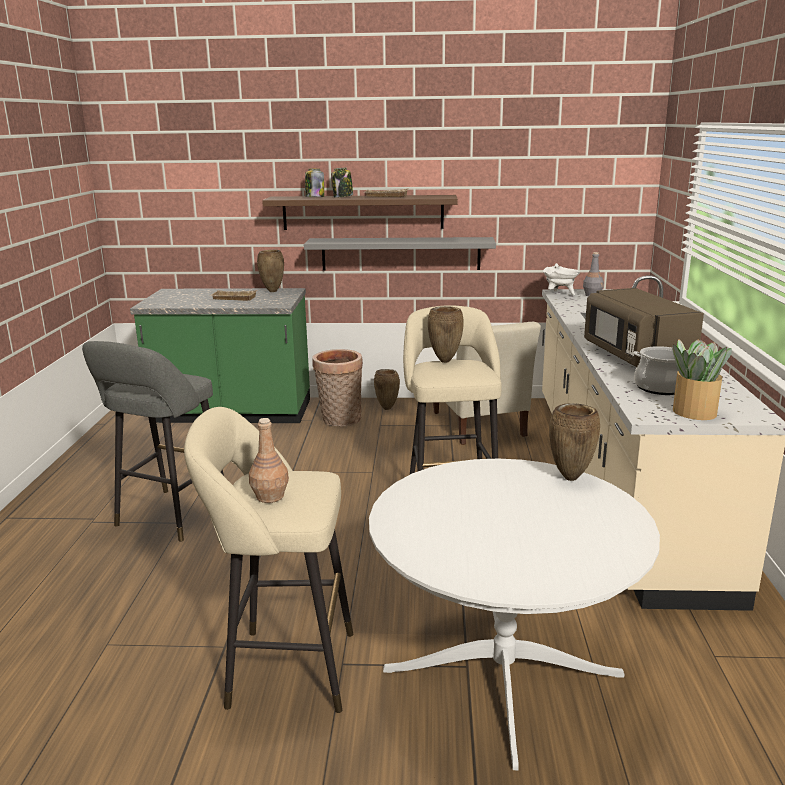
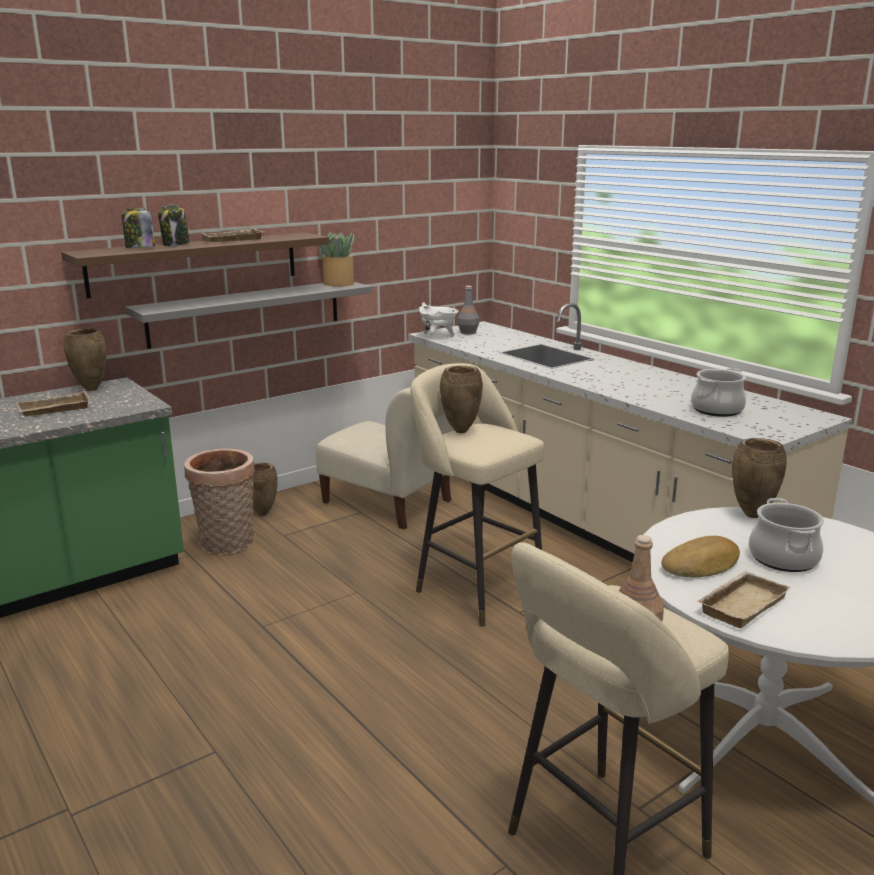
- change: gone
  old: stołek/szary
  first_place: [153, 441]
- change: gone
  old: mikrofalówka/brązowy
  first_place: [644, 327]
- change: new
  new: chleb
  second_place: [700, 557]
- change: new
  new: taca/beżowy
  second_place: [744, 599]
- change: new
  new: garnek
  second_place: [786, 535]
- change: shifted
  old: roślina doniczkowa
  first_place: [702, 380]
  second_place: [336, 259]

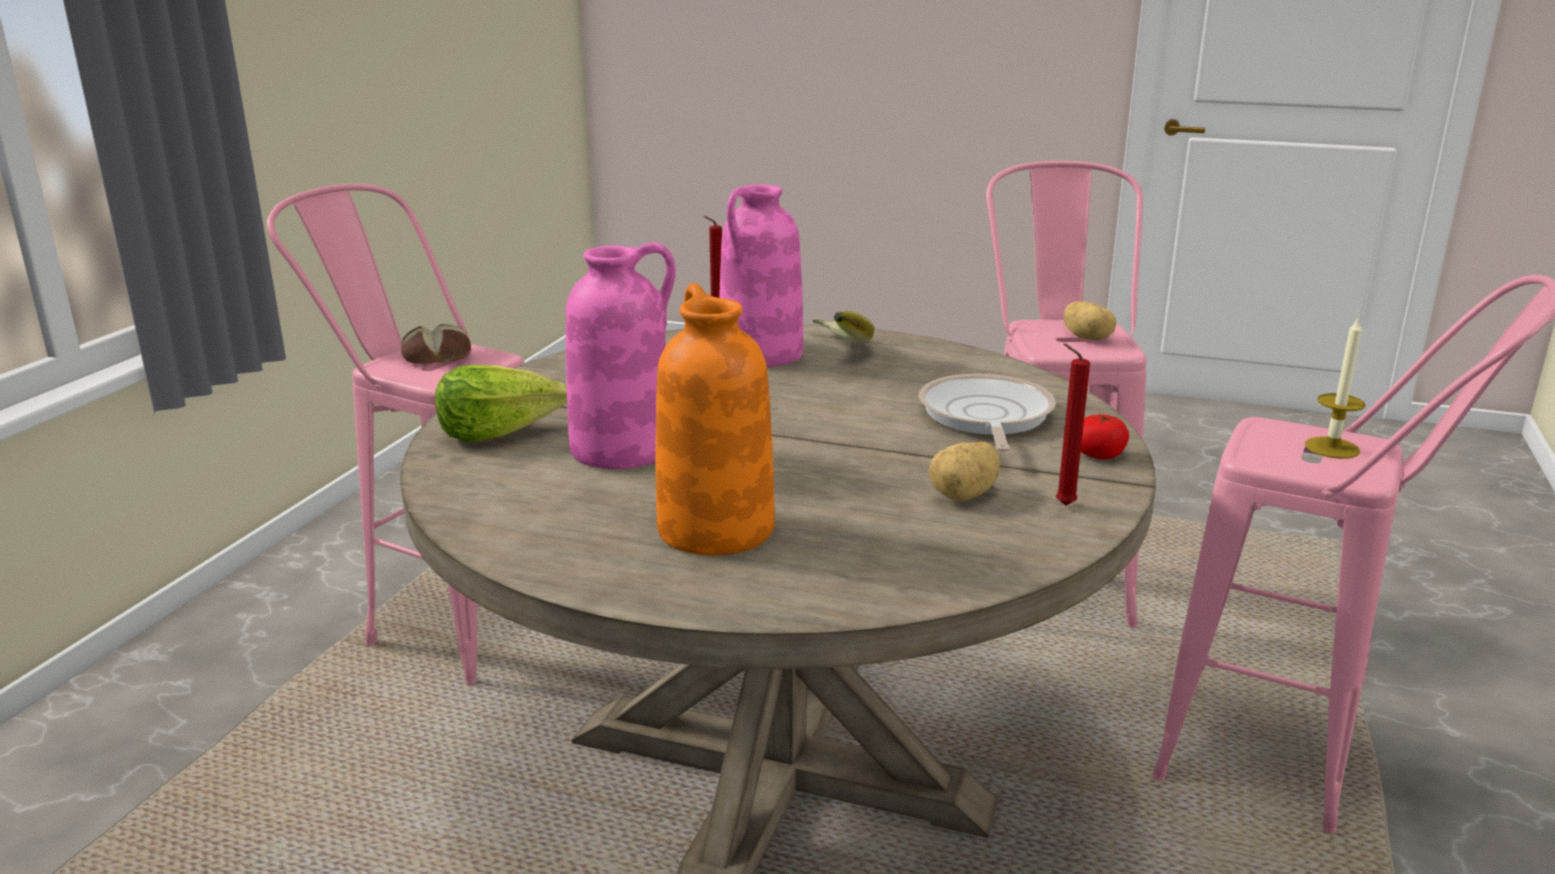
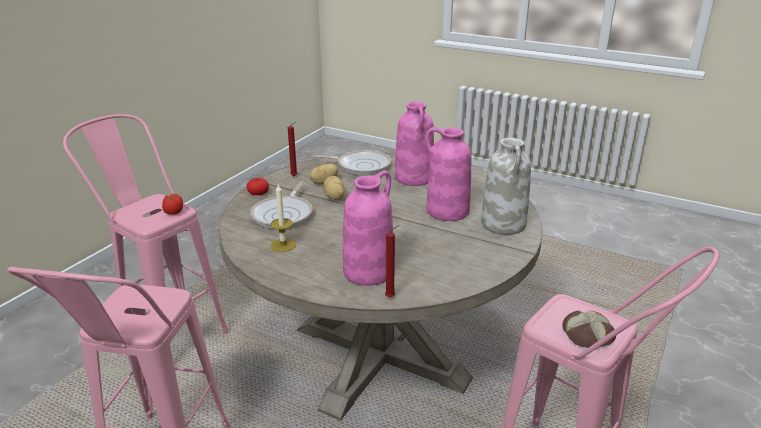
- change: gone
  old: banan
  first_place: [843, 327]
- change: new
  new: pomidor
  second_place: [172, 204]
- change: new
  new: patelnia
  second_place: [351, 162]
- change: shifted
  old: ziemniak
  first_place: [1090, 320]
  second_place: [334, 188]
- change: shifted
  old: świeca
  first_place: [1335, 387]
  second_place: [283, 218]
- change: swapped
  old: sałata
  new: wazon/biały
  first_place: [501, 403]
  second_place: [506, 186]
- change: repainted
  old: wazon/pomarańczowy
  new: wazon/różowy
  first_place: [715, 419]
  second_place: [414, 143]

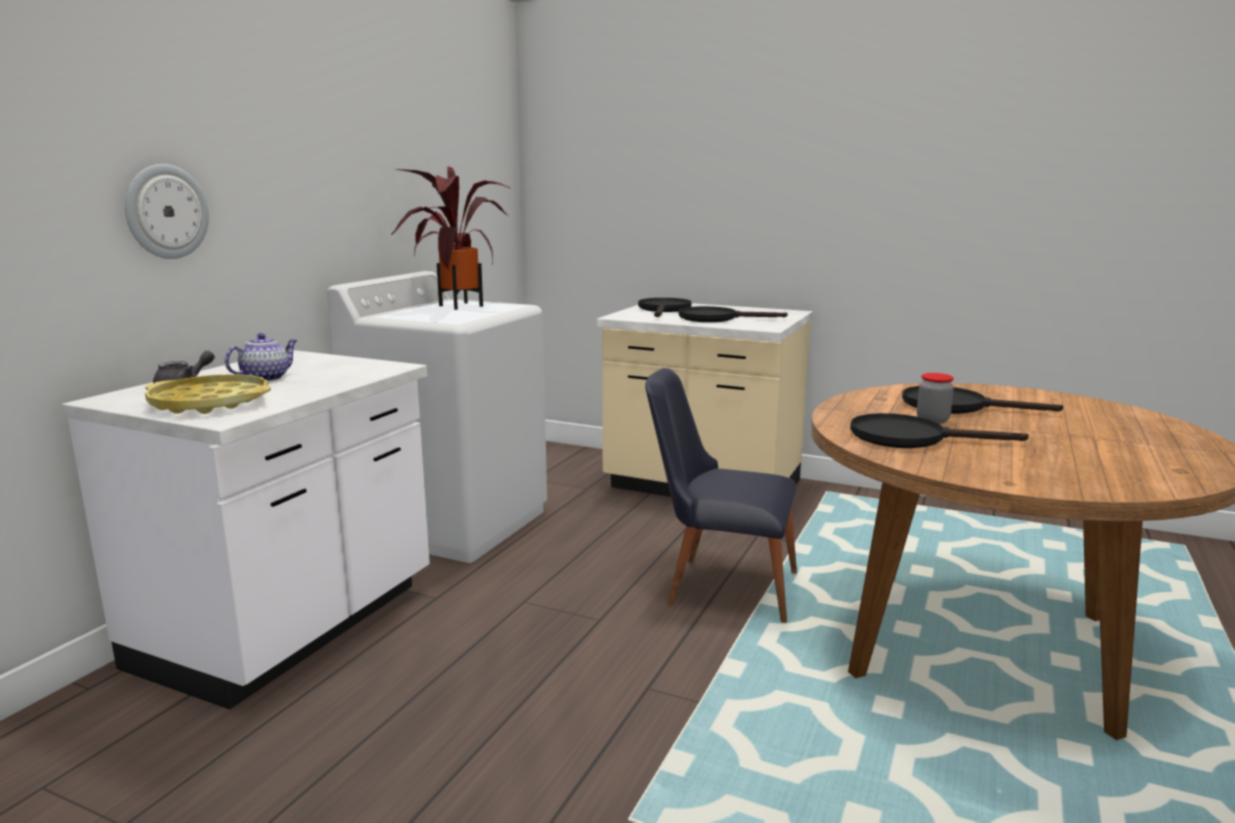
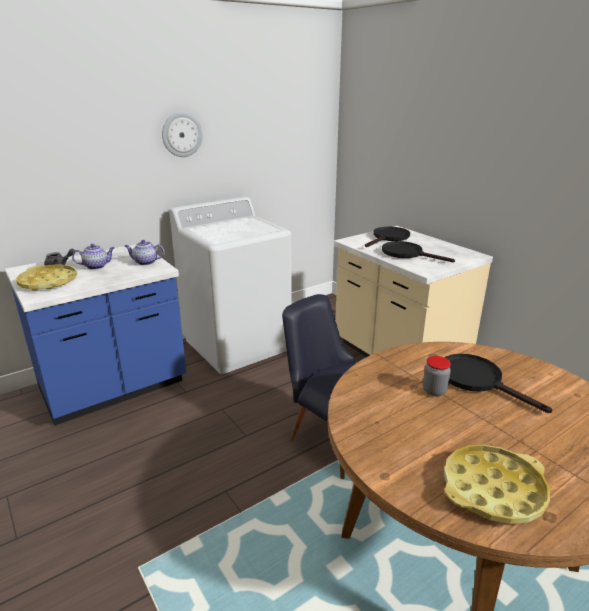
- change: gone
  old: roślina doniczkowa
  first_place: [450, 238]
- change: gone
  old: patelnia/czarny
  first_place: [939, 430]
- change: new
  new: imbryk
  second_place: [145, 252]
- change: new
  new: taca/żółty
  second_place: [497, 484]
- change: shifted
  old: zegar ścienny
  first_place: [167, 211]
  second_place: [182, 134]
- change: repainted
  old: zabudowa kuchenna/biały
  new: zabudowa kuchenna/niebieski
  first_place: [246, 530]
  second_place: [96, 335]

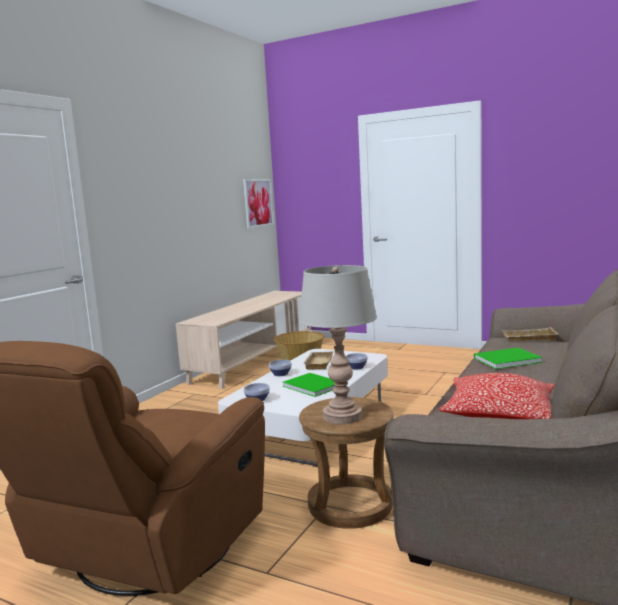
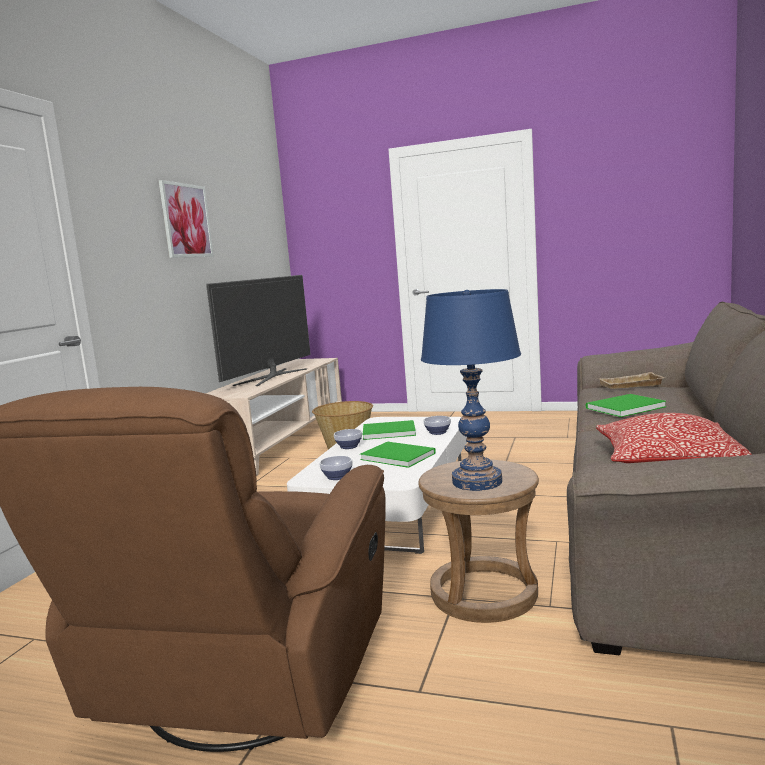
- change: new
  new: telewizor
  second_place: [258, 330]
- change: shifted
  old: obraz
  first_place: [258, 203]
  second_place: [186, 219]
- change: swapped
  old: taca/beżowy
  new: książka/zielony
  first_place: [318, 360]
  second_place: [389, 430]
- change: repainted
  old: lampa stołowa/szary
  new: lampa stołowa/niebieski
  first_place: [338, 344]
  second_place: [471, 390]

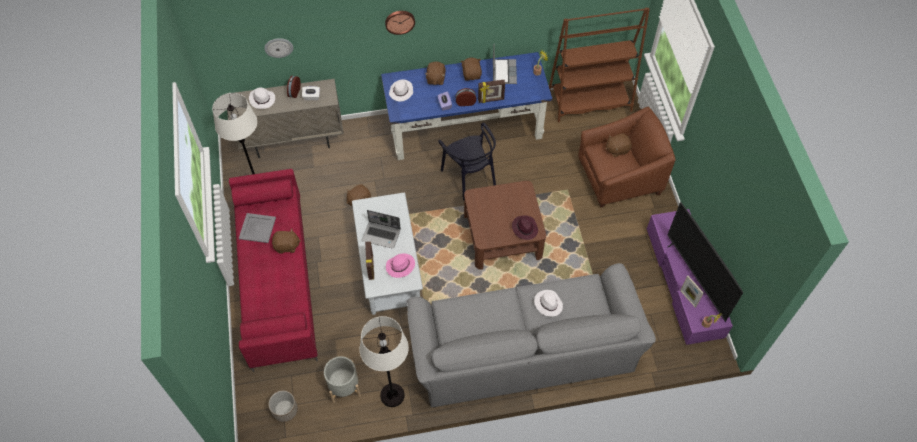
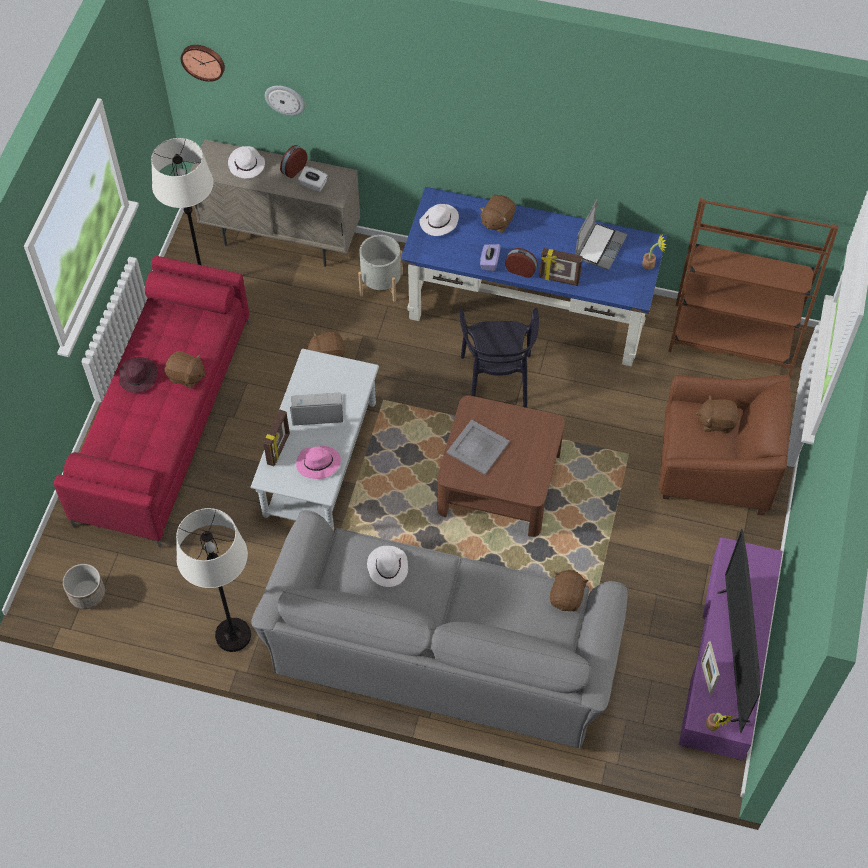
- change: shifted
  old: taca/szary
  first_place: [257, 228]
  second_place: [478, 447]
- change: shifted
  old: donica/szary
  first_place: [342, 379]
  second_place: [380, 268]
- change: shifted
  old: zegar ścienny
  first_place: [400, 23]
  second_place: [203, 63]
- change: shifted
  old: pluszak/brązowy
  first_place: [471, 69]
  second_place: [569, 590]
- change: shifted
  old: kapelusz/fioletowy
  first_place: [525, 227]
  second_place: [138, 375]
- change: shifted
  old: kapelusz/biały
  first_place: [548, 303]
  second_place: [387, 566]
- change: rotated
  old: laptop
  first_place: [381, 229]
  second_place: [316, 409]
  degrees: 135

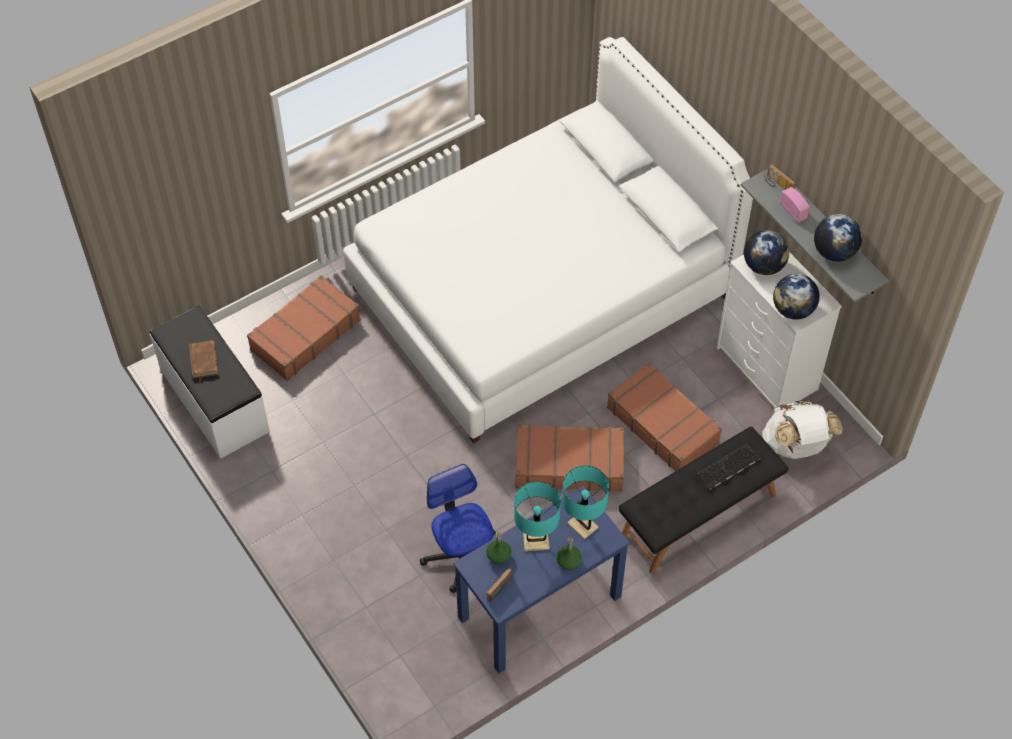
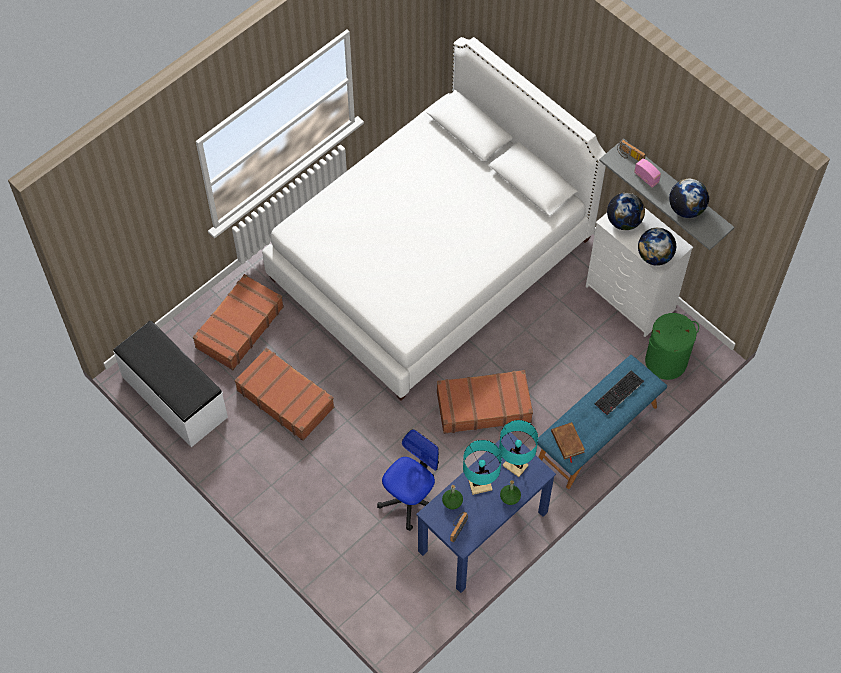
- change: shifted
  old: książka/brązowy
  first_place: [203, 361]
  second_place: [568, 442]
- change: shifted
  old: walizka/brązowy
  first_place: [664, 417]
  second_place: [284, 394]
- change: swapped
  old: plecak/biały
  new: kosz na pranie/zielony
  first_place: [802, 430]
  second_place: [672, 346]
- change: repainted
  old: ławka/czarny
  new: ławka/niebieski
  first_place: [703, 500]
  second_place: [602, 422]
- change: rotated
  old: krzesło biurowe
  first_place: [458, 528]
  second_place: [408, 480]
  degrees: 75

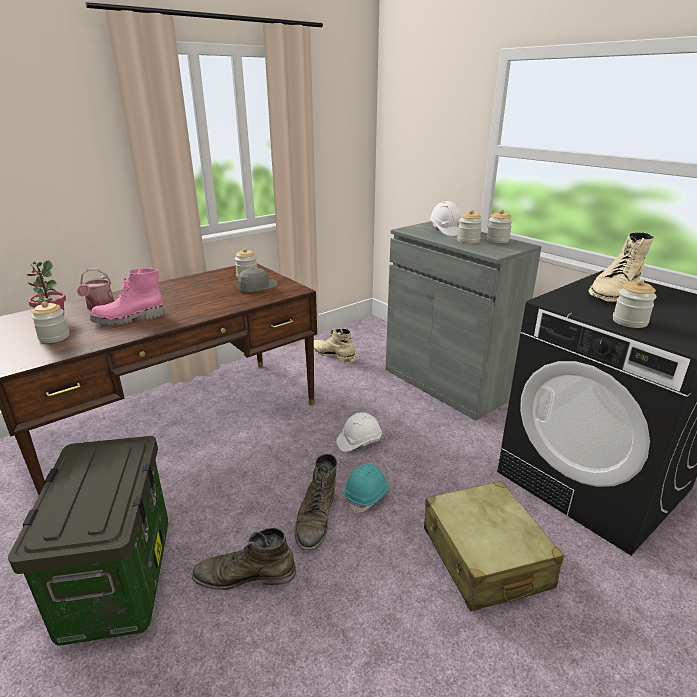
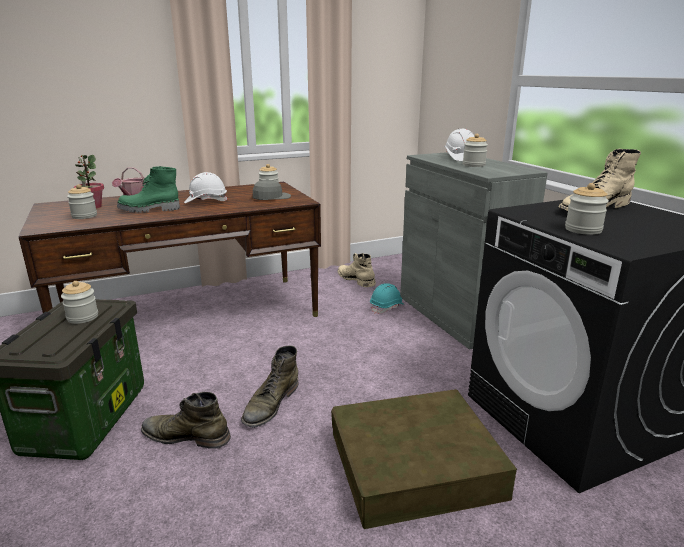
- change: shifted
  old: kask/biały
  first_place: [359, 432]
  second_place: [206, 187]
- change: shifted
  old: kask/turkusowy
  first_place: [367, 488]
  second_place: [387, 298]
- change: shifted
  old: słoik
  first_place: [499, 226]
  second_place: [79, 302]
- change: swapped
  old: walizka/beżowy
  new: pojemnik do przechowywania/brązowy
  first_place: [494, 546]
  second_place: [424, 459]
- change: repainted
  old: but z cholewką/różowy
  new: but z cholewką/zielony
  first_place: [127, 296]
  second_place: [148, 189]

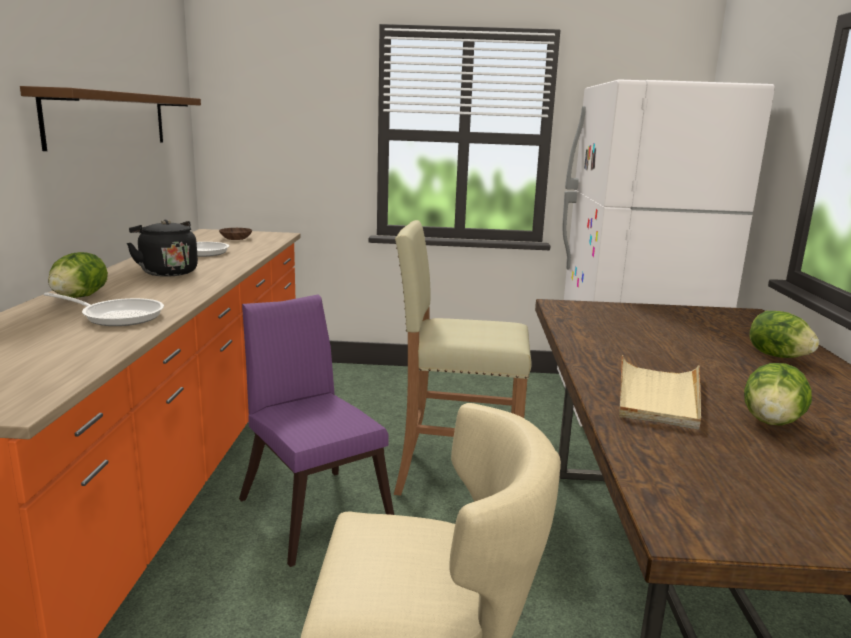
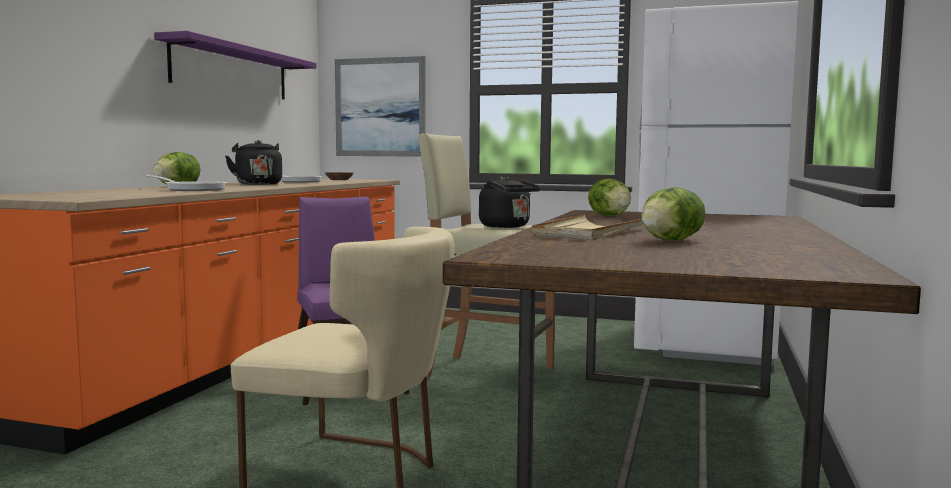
- change: new
  new: obraz
  second_place: [380, 106]
- change: new
  new: czajnik/czarny
  second_place: [509, 202]
- change: shifted
  old: sałata
  first_place: [784, 334]
  second_place: [609, 197]
- change: repainted
  old: półka/brązowy
  new: półka/fioletowy
  first_place: [110, 118]
  second_place: [235, 65]

